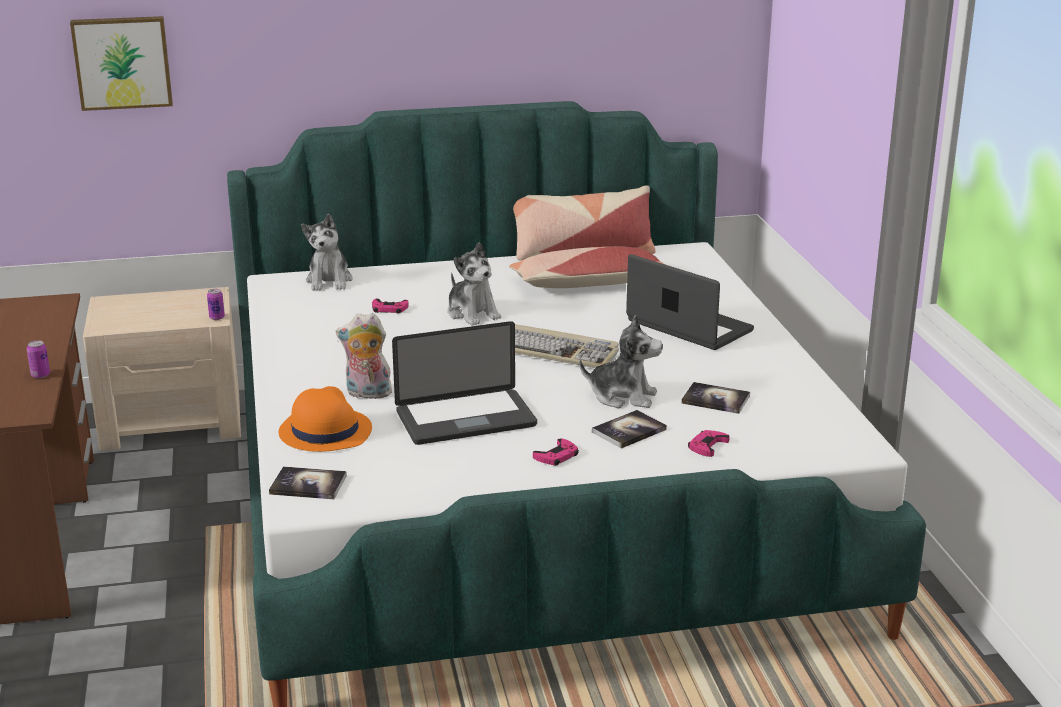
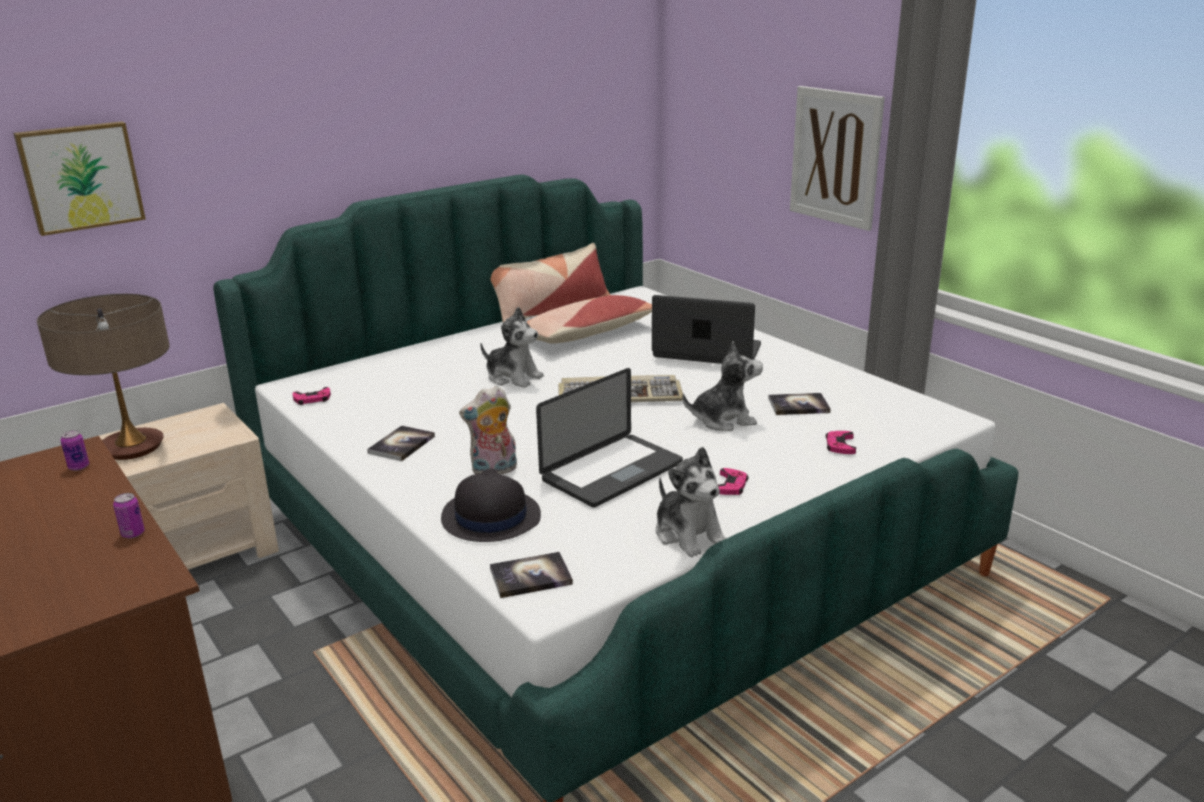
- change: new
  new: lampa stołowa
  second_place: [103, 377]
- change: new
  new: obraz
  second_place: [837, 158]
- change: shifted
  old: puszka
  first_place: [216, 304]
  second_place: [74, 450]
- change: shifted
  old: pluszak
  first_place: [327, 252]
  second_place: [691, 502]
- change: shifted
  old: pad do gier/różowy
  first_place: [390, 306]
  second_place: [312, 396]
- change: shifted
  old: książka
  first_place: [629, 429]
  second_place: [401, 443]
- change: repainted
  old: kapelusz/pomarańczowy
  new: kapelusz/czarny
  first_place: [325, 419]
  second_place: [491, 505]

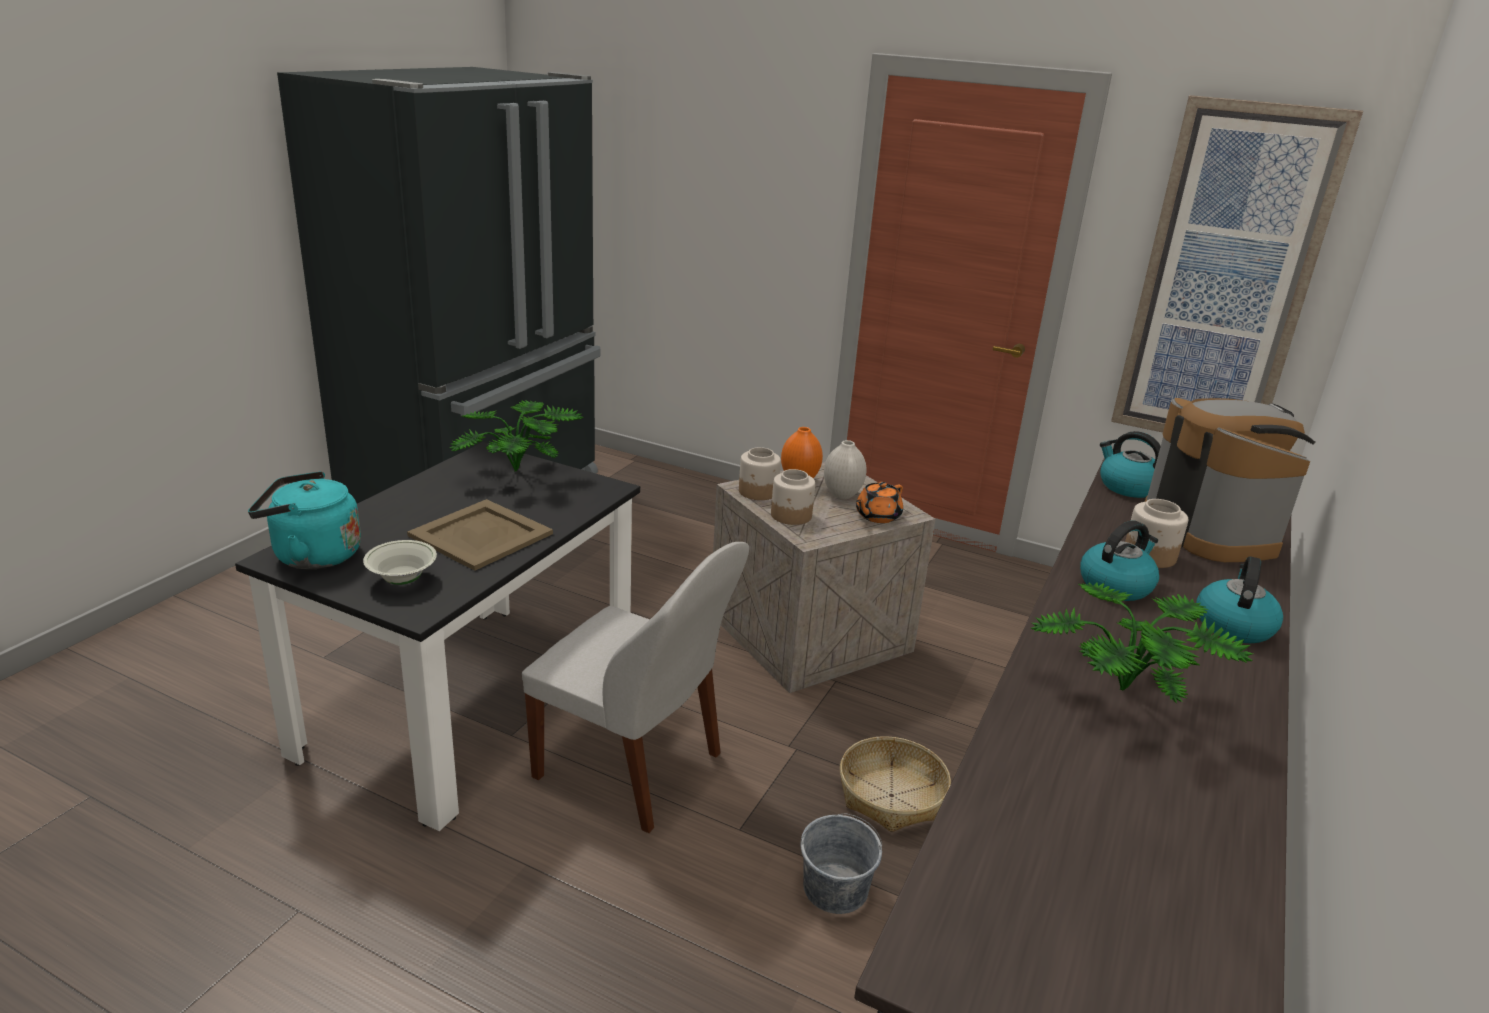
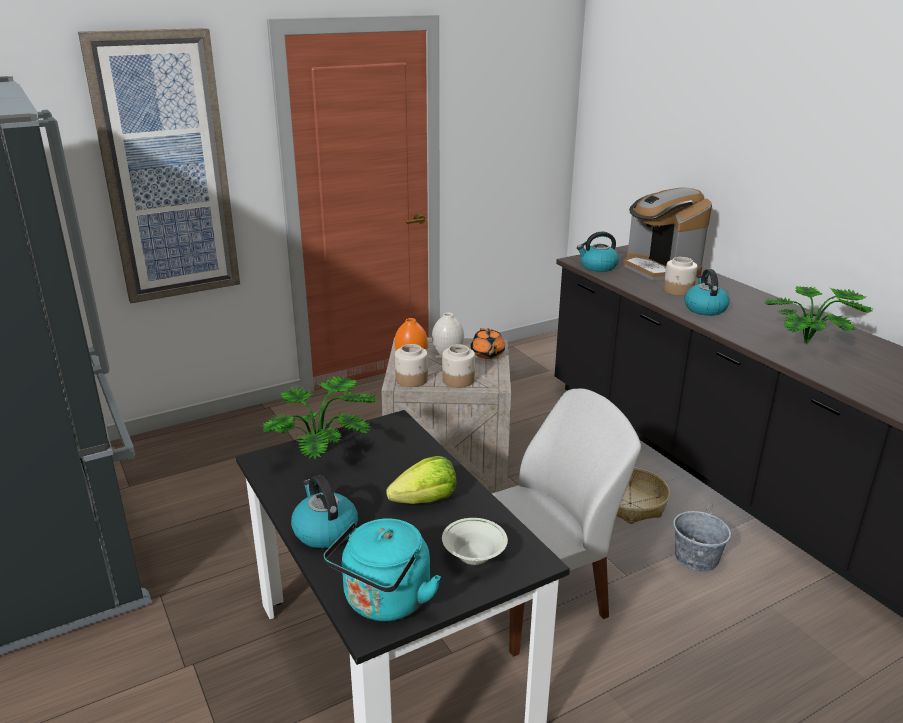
- change: shifted
  old: obraz
  first_place: [1237, 264]
  second_place: [159, 165]
- change: shifted
  old: czajnik
  first_place: [1239, 599]
  second_place: [324, 511]
- change: swapped
  old: taca/beżowy
  new: sałata
  first_place: [480, 535]
  second_place: [421, 480]
- change: rotated
  old: ekspres do kawy
  first_place: [1230, 480]
  second_place: [668, 234]
  degrees: -135

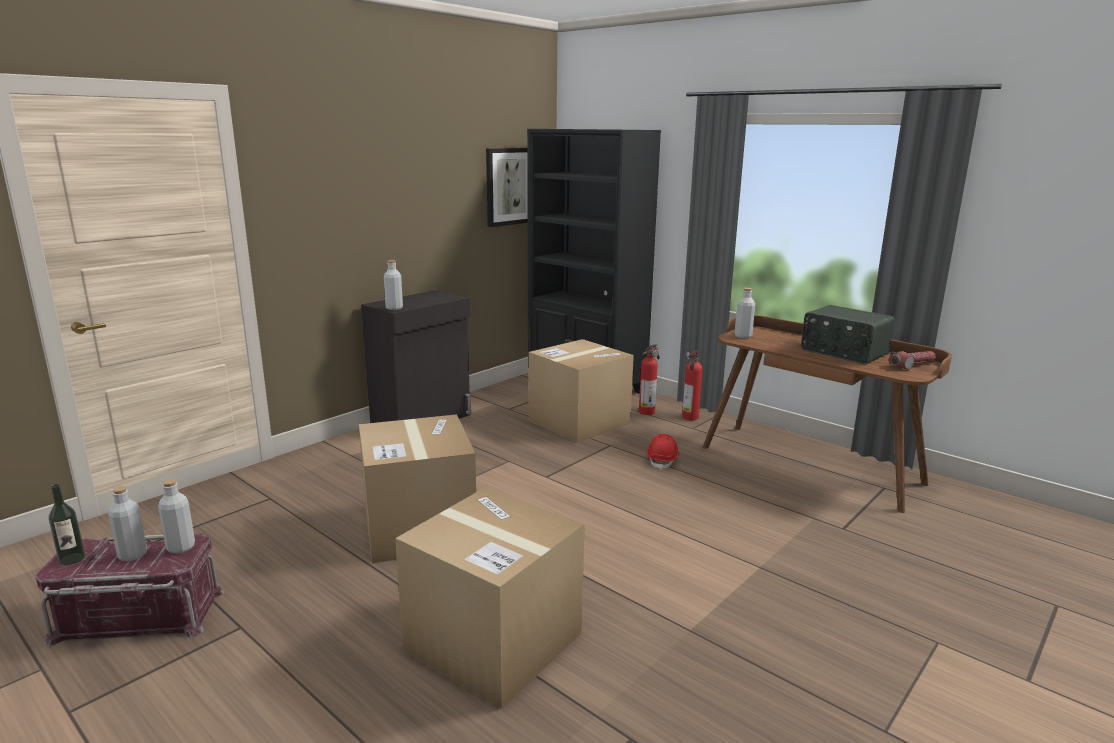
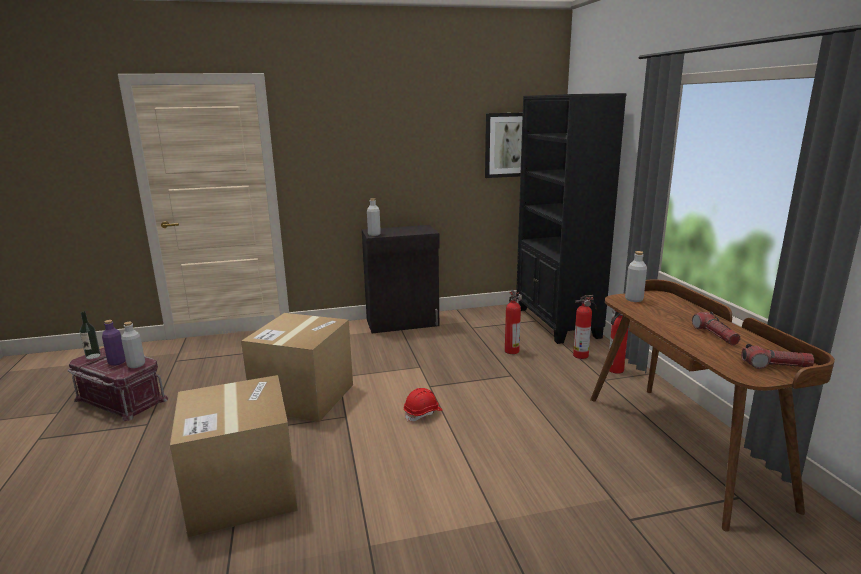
- change: shifted
  old: kask/czerwony
  first_place: [663, 452]
  second_place: [423, 404]
- change: swapped
  old: karton
  new: gaśnica
  first_place: [581, 391]
  second_place: [513, 322]
- change: swapped
  old: radio
  new: latarka
  first_place: [847, 334]
  second_place: [716, 328]
- change: repainted
  old: butelka/szary
  new: butelka/fioletowy
  first_place: [128, 523]
  second_place: [114, 343]

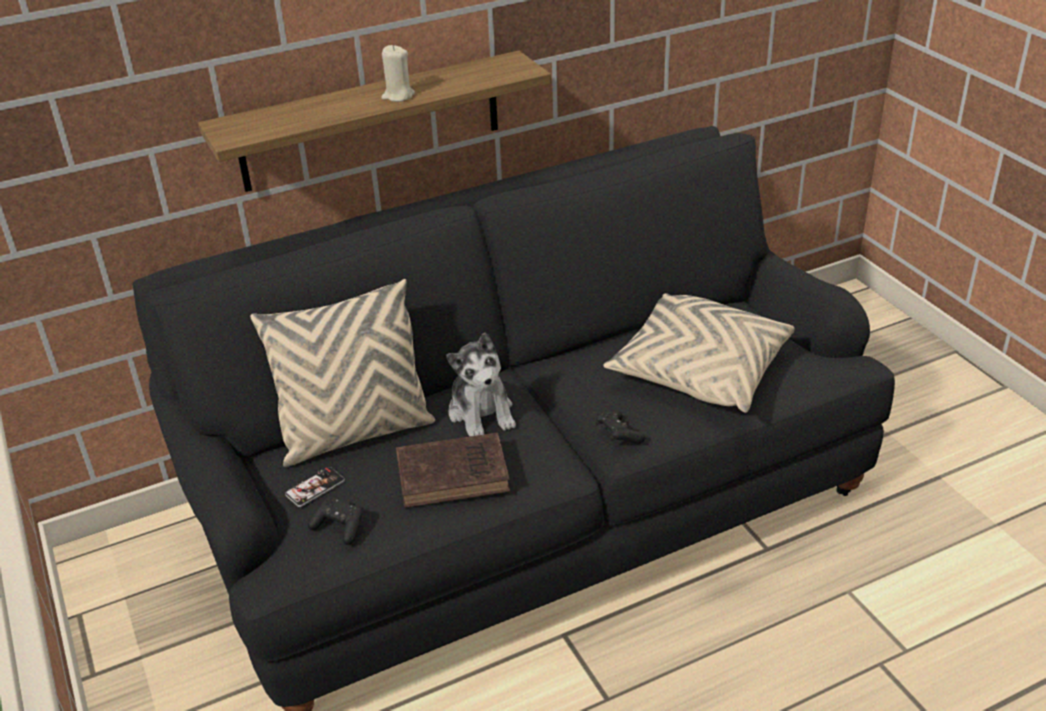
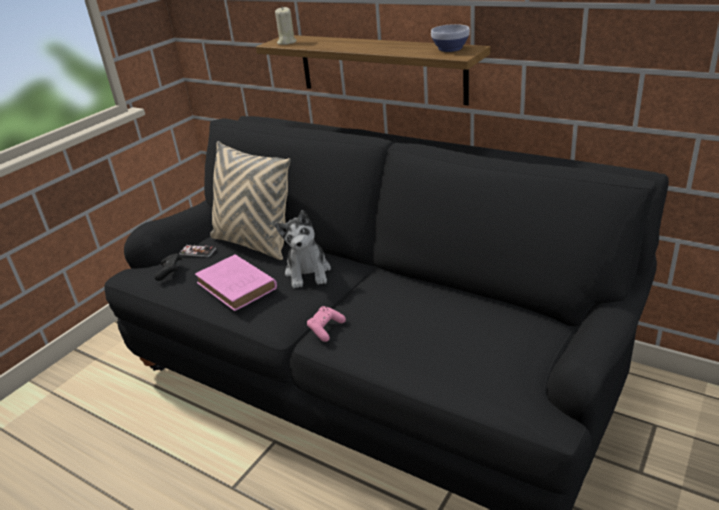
- change: gone
  old: poduszka/beżowy
  first_place: [699, 353]
- change: new
  new: miska
  second_place: [450, 38]
- change: shifted
  old: świeca/beżowy
  first_place: [398, 73]
  second_place: [285, 26]
- change: repainted
  old: książka/brązowy
  new: książka/różowy
  first_place: [453, 470]
  second_place: [236, 282]
- change: repainted
  old: pad do gier/czarny
  new: pad do gier/różowy
  first_place: [620, 427]
  second_place: [326, 324]
- change: rotated
  old: pluszak
  first_place: [481, 384]
  second_place: [303, 249]
  degrees: -45

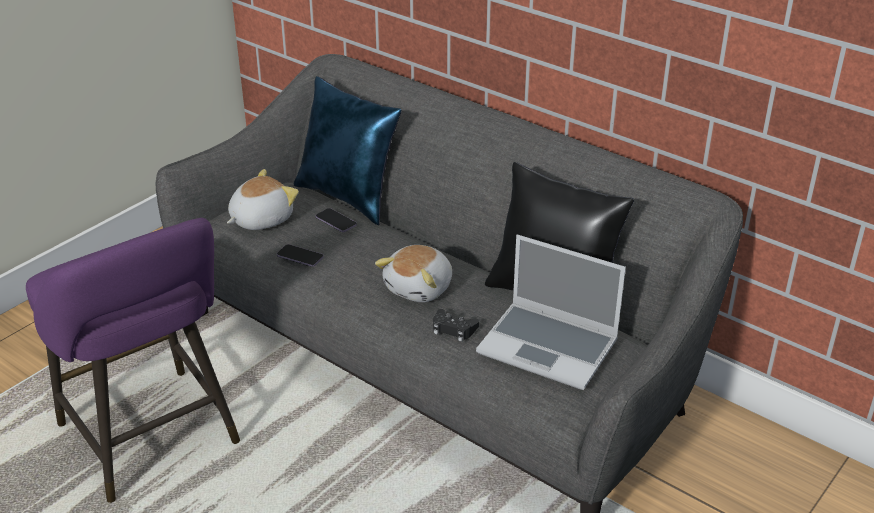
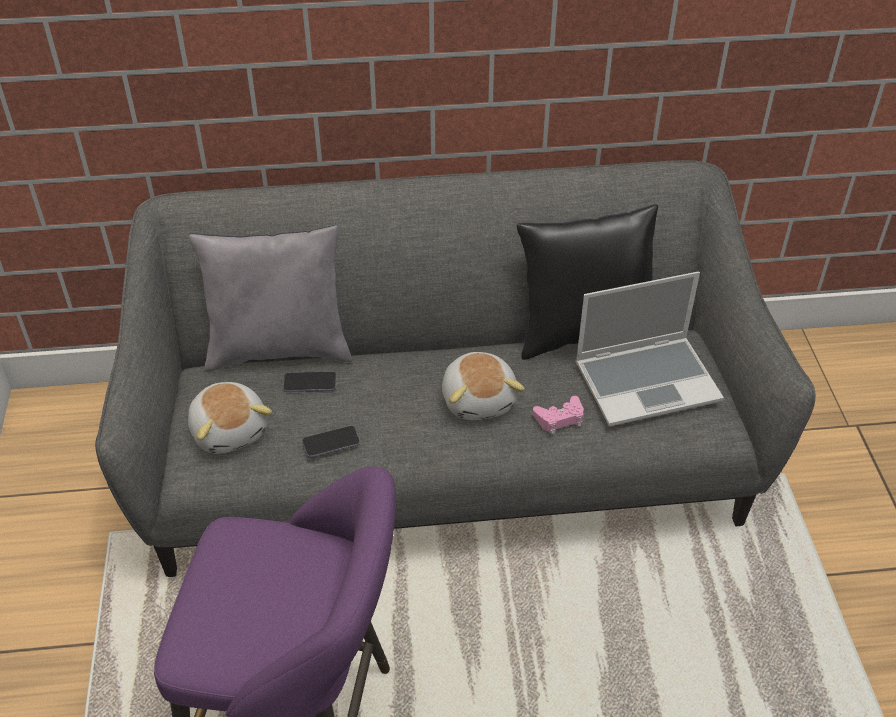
- change: repainted
  old: poduszka/niebieski
  new: poduszka/szary
  first_place: [348, 150]
  second_place: [271, 298]
- change: repainted
  old: pad do gier/czarny
  new: pad do gier/różowy
  first_place: [456, 325]
  second_place: [558, 415]
- change: rotated
  old: pluszak
  first_place: [263, 199]
  second_place: [230, 418]
  degrees: 150

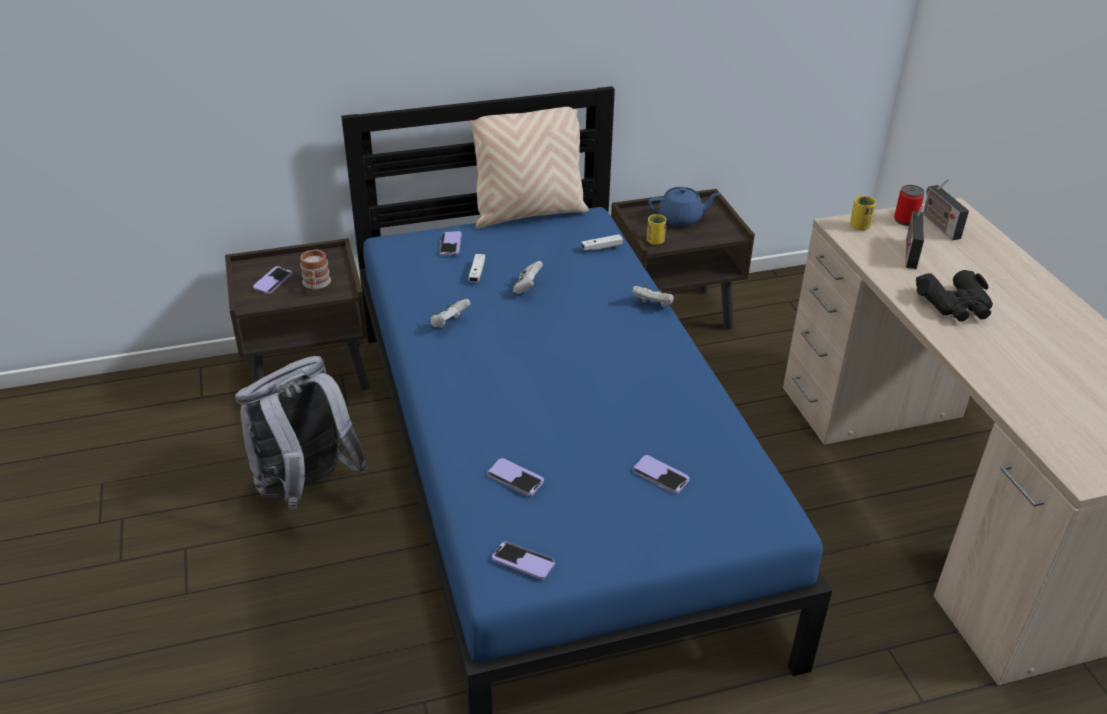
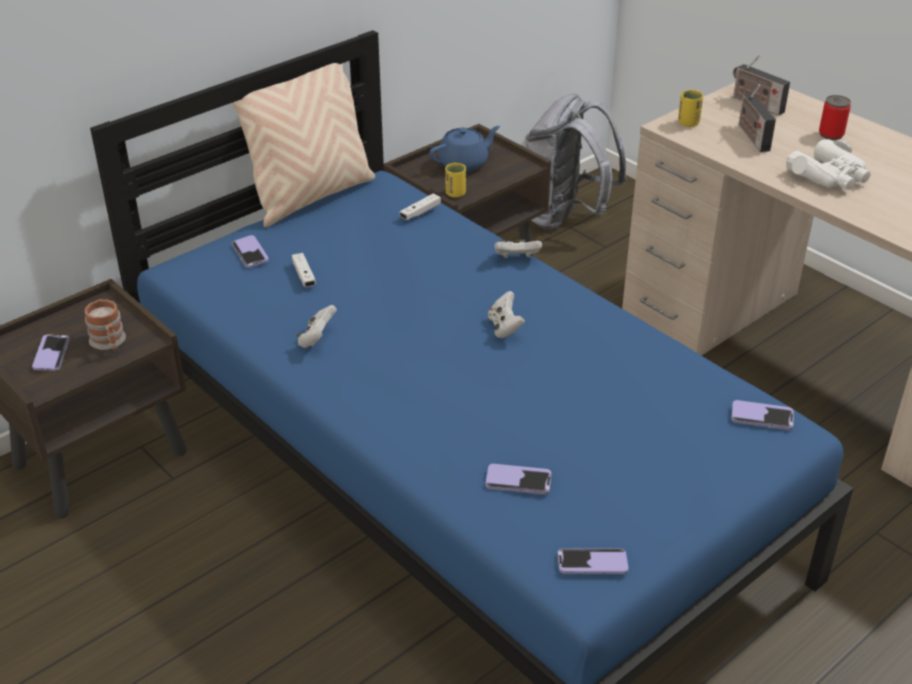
- change: shifted
  old: plecak/szary
  first_place: [302, 432]
  second_place: [576, 162]
- change: shifted
  old: pad do gier/biały
  first_place: [527, 277]
  second_place: [506, 314]
- change: shifted
  old: telefon
  first_place: [661, 474]
  second_place: [762, 415]
- change: shifted
  old: puszka
  first_place: [909, 205]
  second_place: [835, 117]
- change: repainted
  old: lornetka/czarny
  new: lornetka/biały
  first_place: [954, 296]
  second_place: [828, 164]

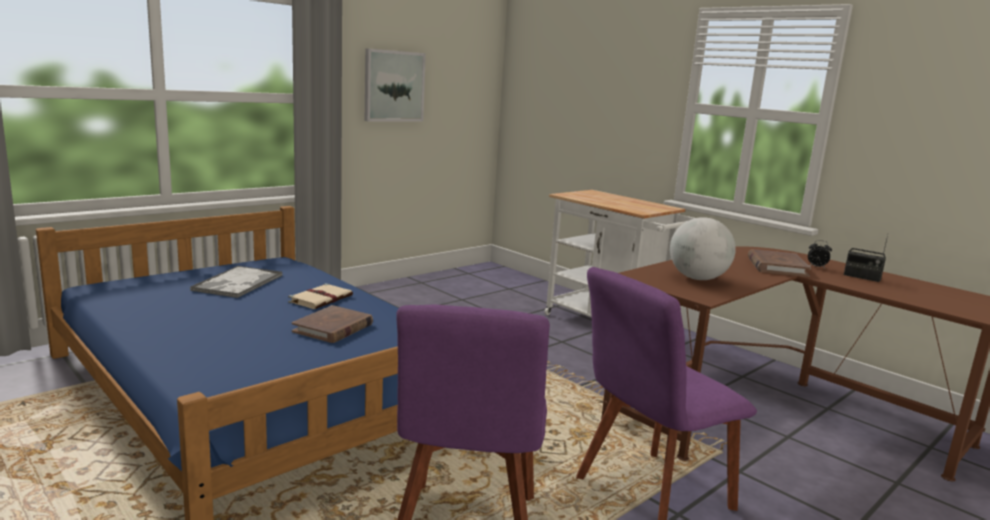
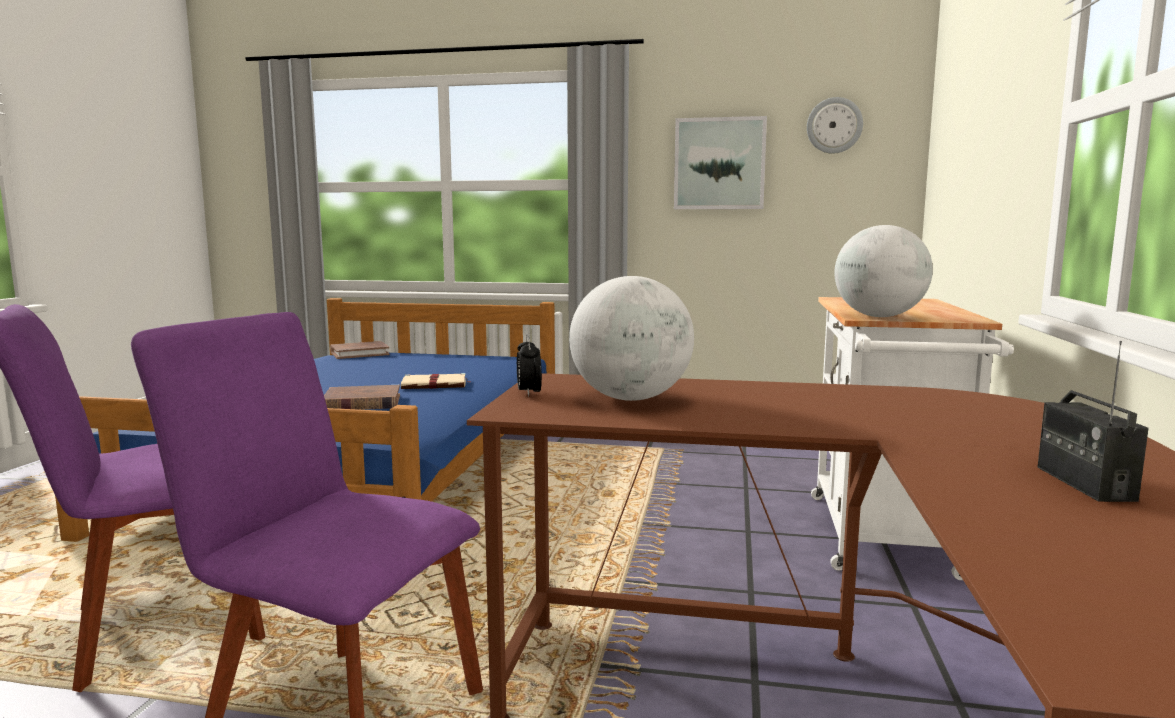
- change: gone
  old: taca
  first_place: [236, 282]
- change: new
  new: zegar ścienny
  second_place: [835, 125]
- change: new
  new: globus
  second_place: [883, 271]
- change: shifted
  old: książka/brązowy
  first_place: [779, 263]
  second_place: [360, 350]
- change: shifted
  old: budzik
  first_place: [820, 254]
  second_place: [529, 366]

